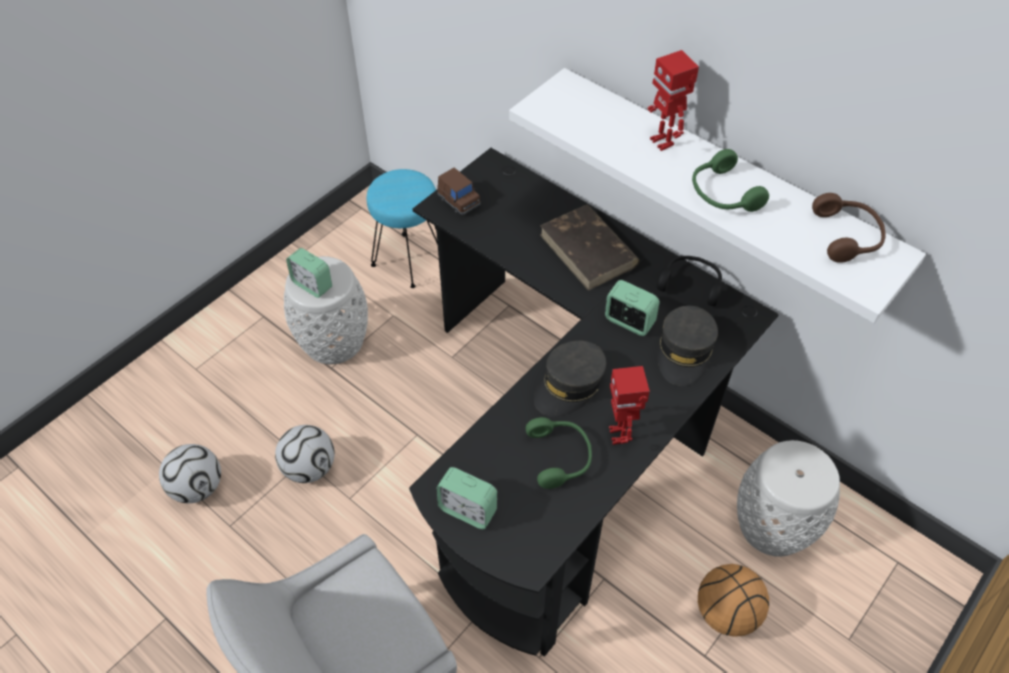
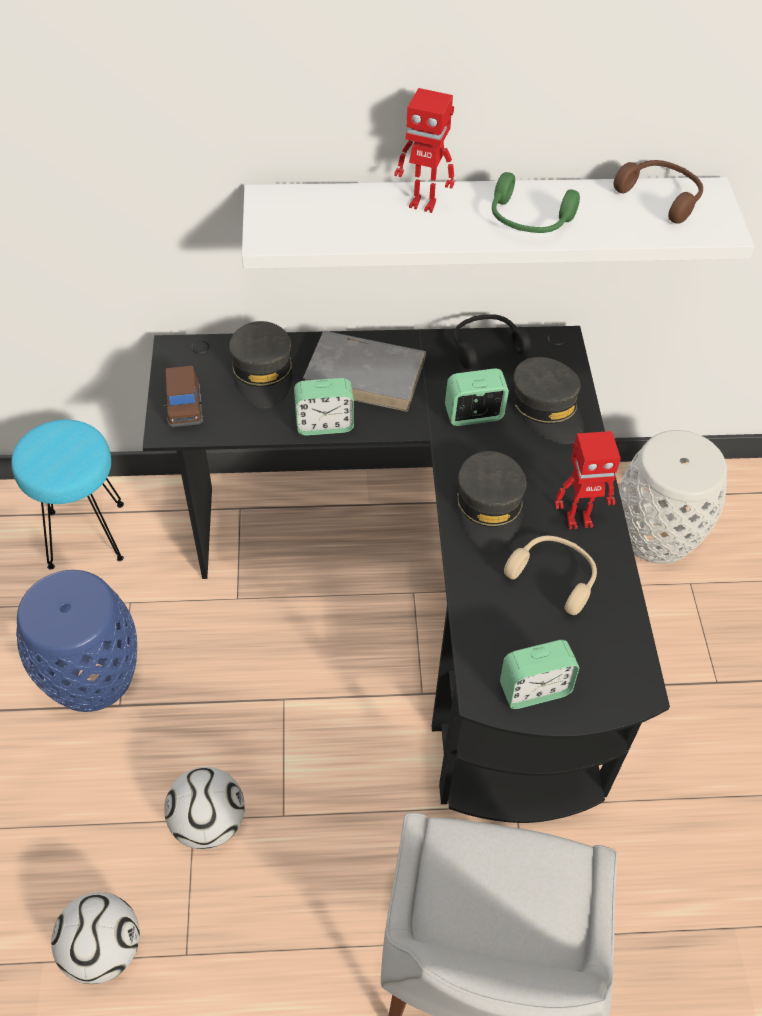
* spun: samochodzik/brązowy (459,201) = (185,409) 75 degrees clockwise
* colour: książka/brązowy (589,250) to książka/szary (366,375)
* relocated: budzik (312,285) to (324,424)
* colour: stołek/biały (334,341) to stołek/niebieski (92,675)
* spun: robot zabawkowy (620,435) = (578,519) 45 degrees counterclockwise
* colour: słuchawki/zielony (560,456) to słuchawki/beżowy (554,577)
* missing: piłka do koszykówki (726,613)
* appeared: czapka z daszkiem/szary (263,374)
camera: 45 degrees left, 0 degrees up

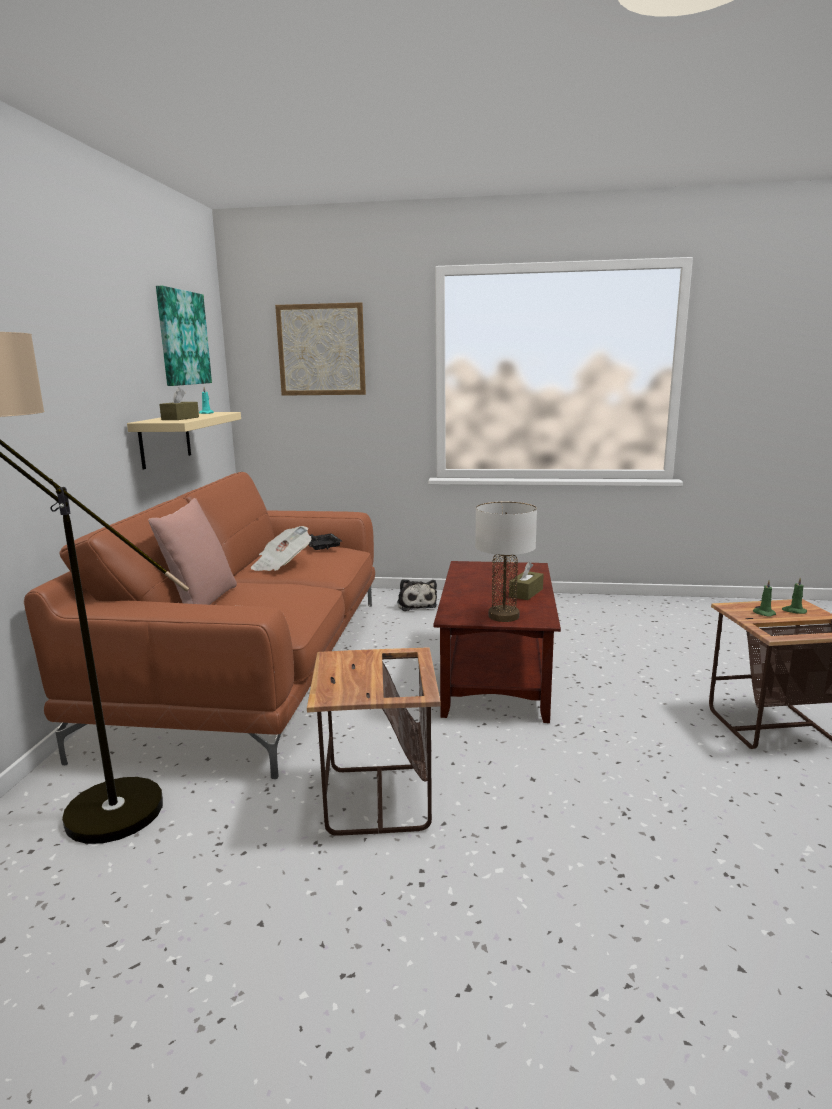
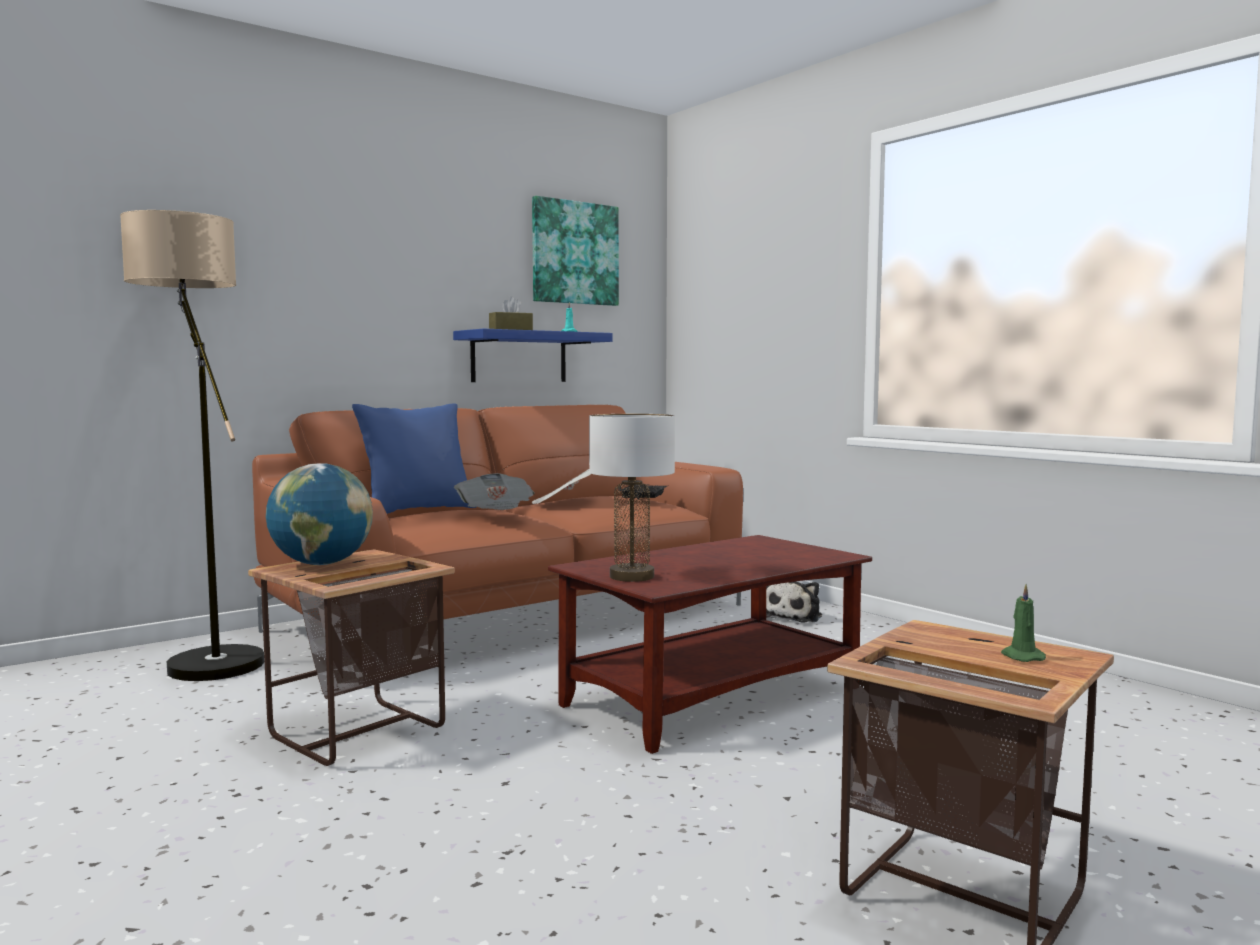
* missing: obraz (321,349)
* colour: półka/beżowy (165,439) to półka/niebieski (519,357)
* colour: poduszka/różowy (201,603) to poduszka/niebieski (417,511)
* missing: pudełko chusteczek/brązowy (526,593)
* missing: świeca/zielony (763,613)
* appeared: globus (322,564)
* appeared: gazeta (496,515)
camera: 45 degrees right, 10 degrees down

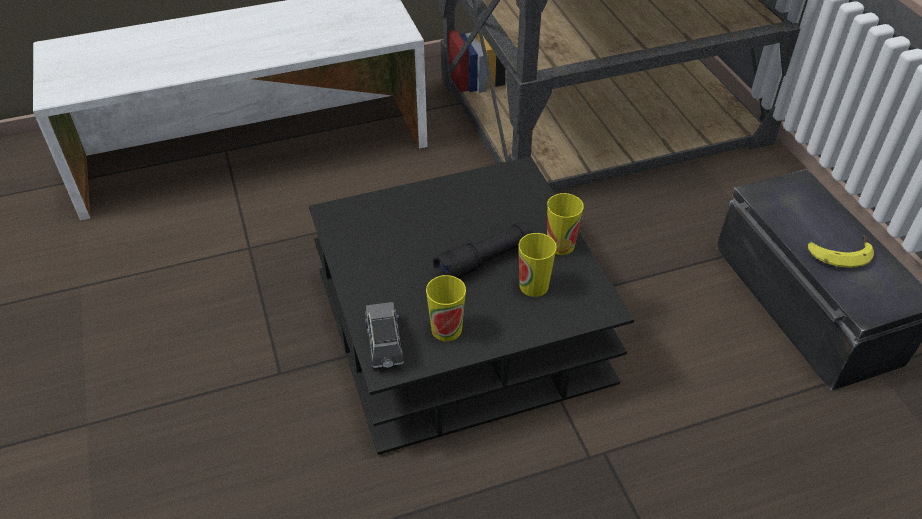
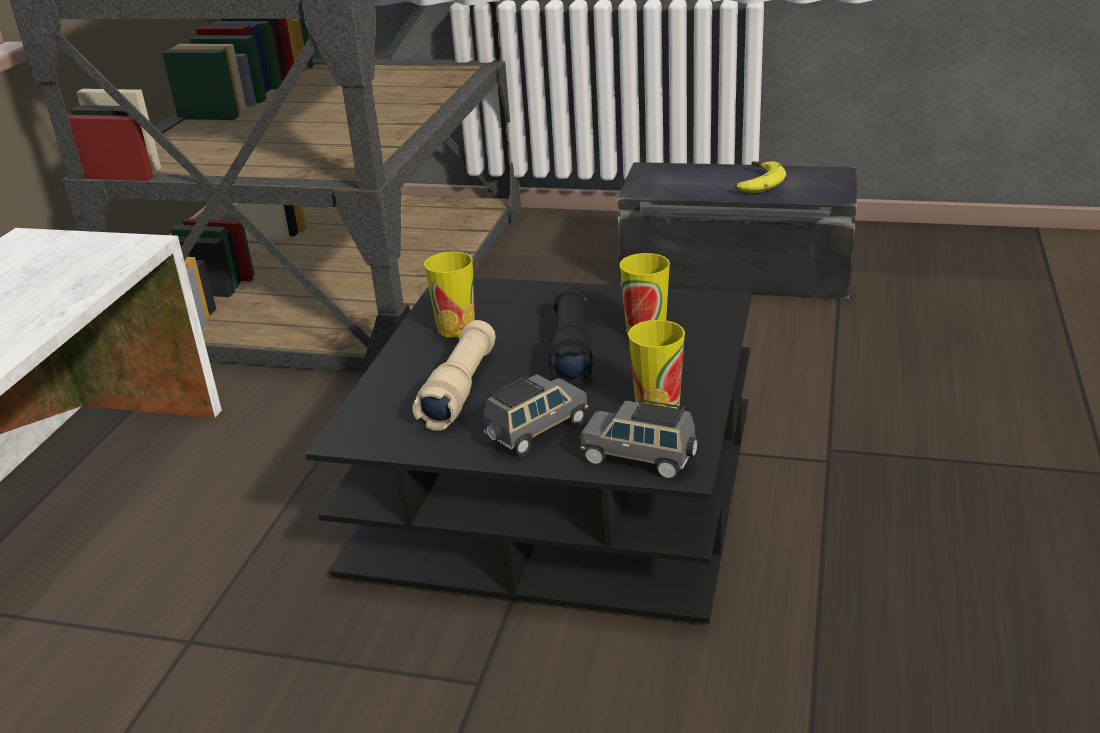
* relocated: filiżanka (560,245) to (456,328)
* appeared: latarka/beżowy (460,389)
* appeared: samochodzik/szary (536,432)
camera: 55 degrees left, 15 degrees down

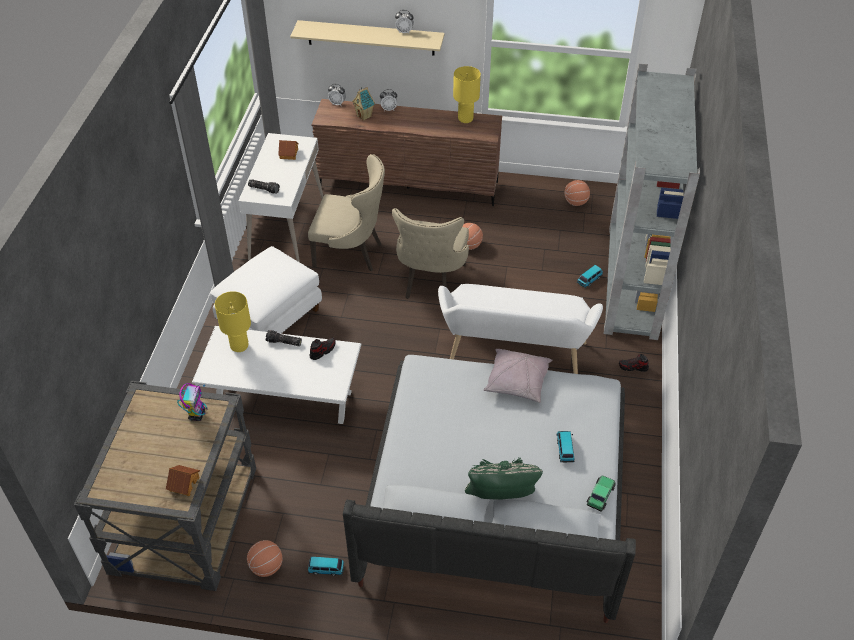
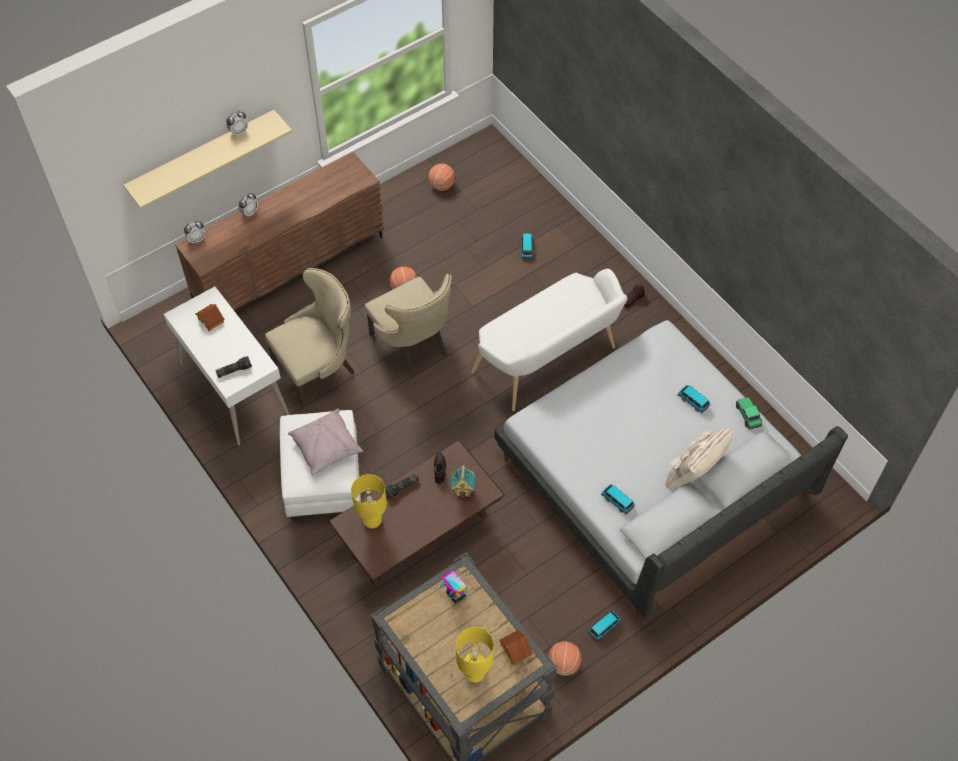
* missing: regał/szary (632,281)
* relocated: lampa stołowa/żółty (465,120) to (474,674)
* relocated: domek (364,116) to (463,490)
* colour: ława/biały (283,399) to ława/brązowy (419,535)
* relocated: poduszka/fioletowy (517,382) to (326,447)
* colour: poduszka/zielony (500,498) to poduszka/beżowy (693,472)
* appeared: samochodzik (617,501)
camera: 45 degrees left, 10 degrees up

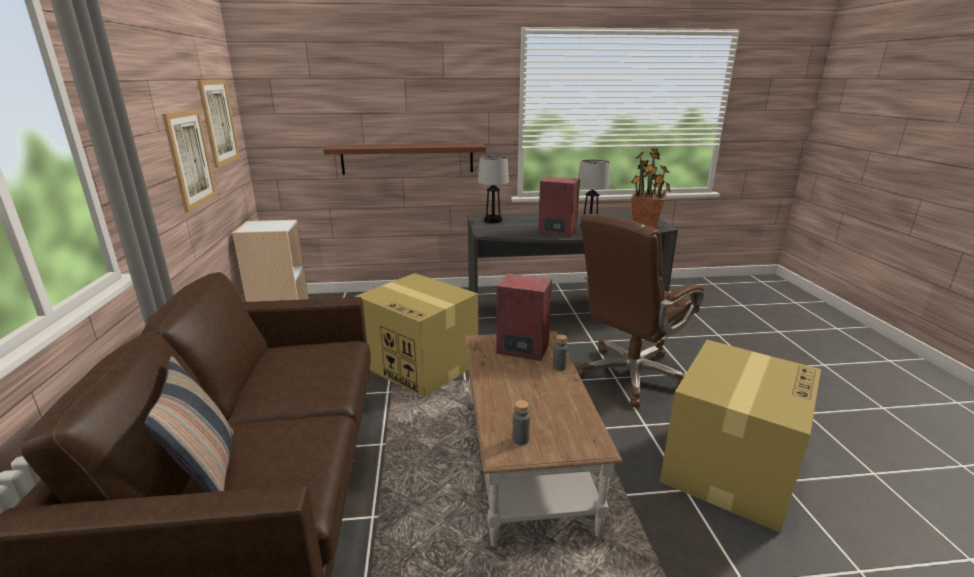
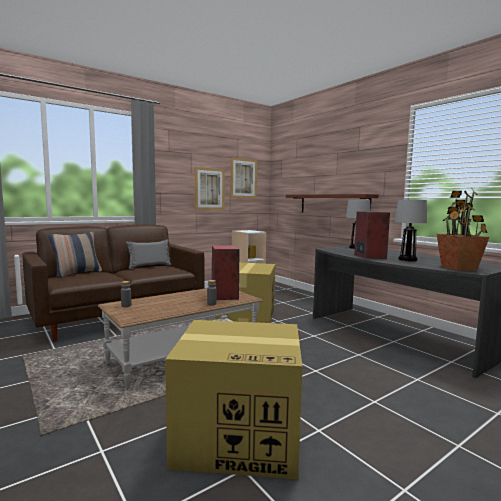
* missing: krzesło biurowe/brązowy (630,375)
* appeared: poduszka/szary (149,266)
camera: 60 degrees right, 15 degrees down

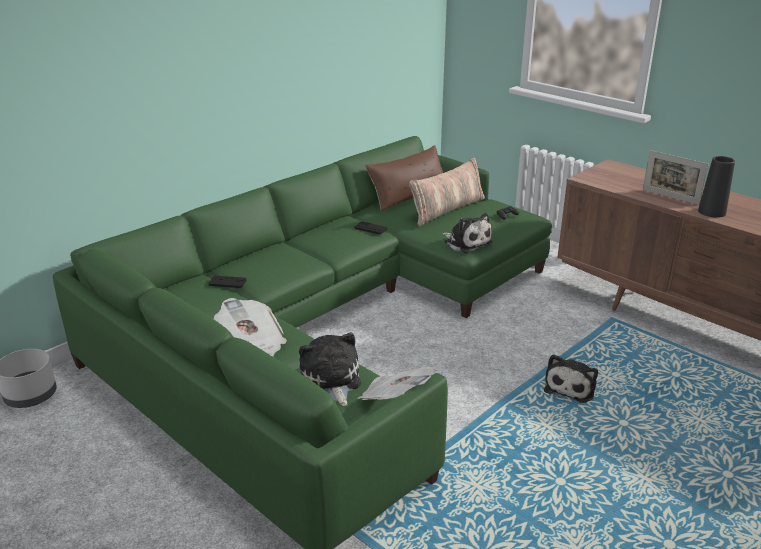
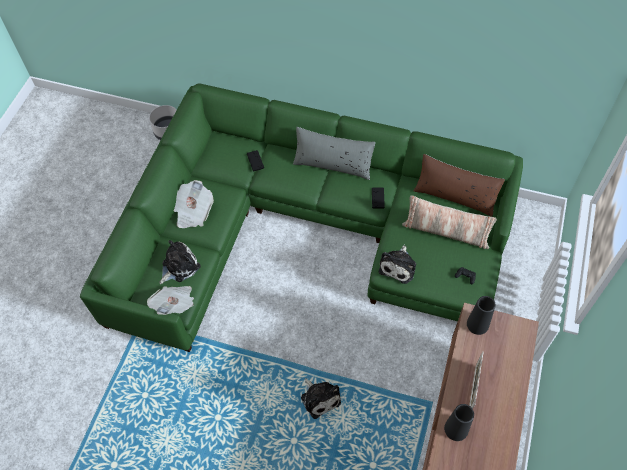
* spun: pluszak (571,387) = (319,397) 120 degrees counterclockwise
* appeared: poduszka/szary (333,164)
* appeared: wazon/czarny (477,324)
camera: 65 degrees right, 30 degrees up

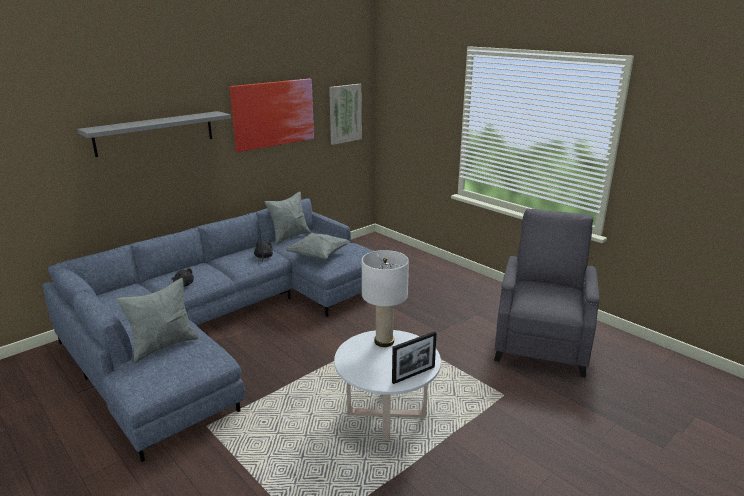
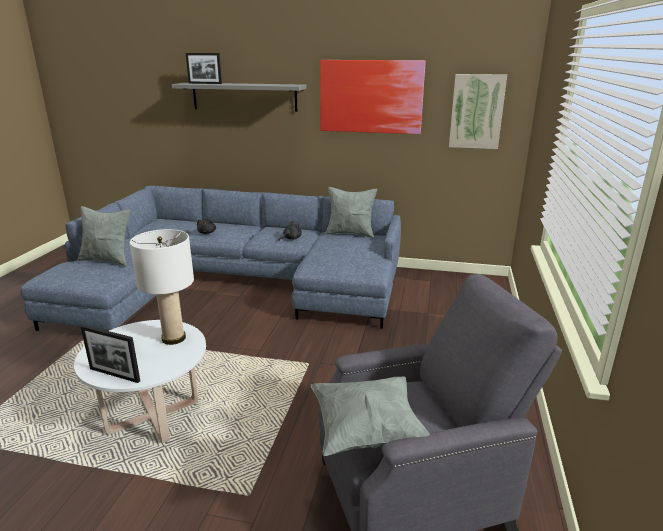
* relocated: poduszka/szary (318,255) to (367,432)
* appeared: ramka na zdjęcie (205,83)
camera: 55 degrees right, 0 degrees up

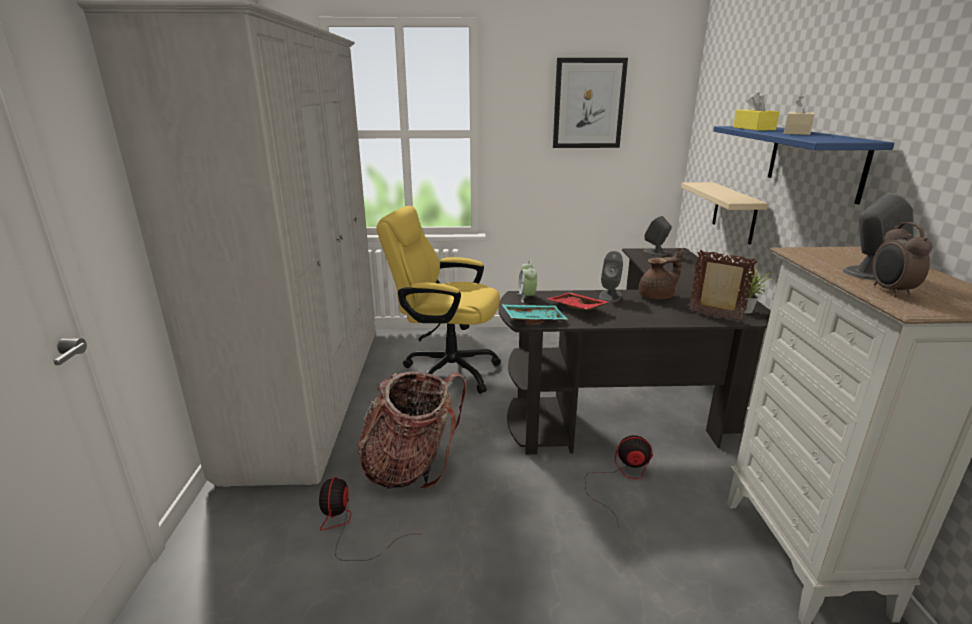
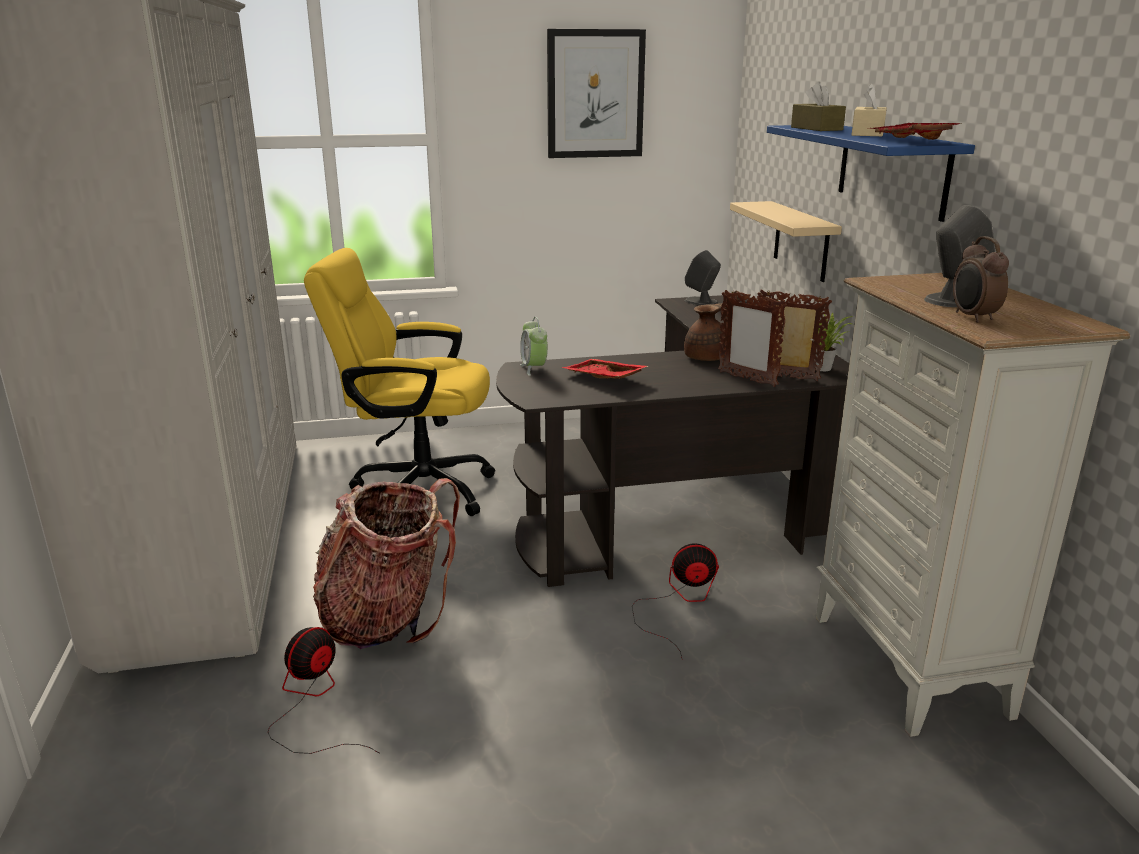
* colour: pudełko chusteczek/żółty (753,128) to pudełko chusteczek/brązowy (816,128)
* missing: głośnik/szary (610,296)
* missing: taca/turkusowy (533,319)
* spun: wentylator (348,528) = (313,702) 45 degrees clockwise
* appeared: taca/czerwony (908,141)
* appeared: ramka na zdjęcie (747,379)
camera: 10 degrees left, 0 degrees up

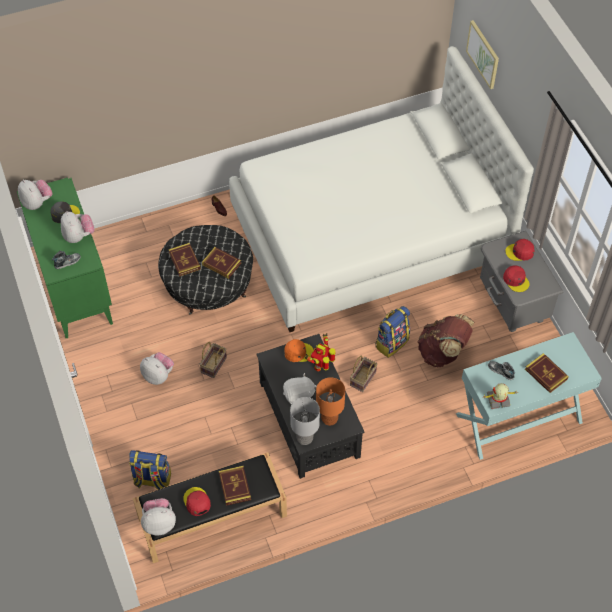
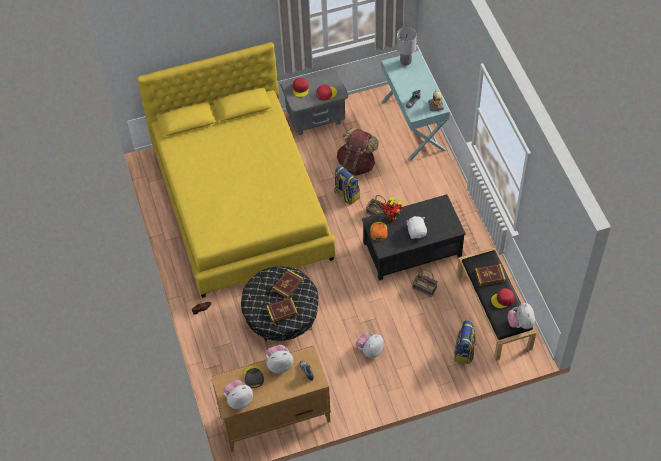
* missing: obraz (483,54)
* colour: łóżko/biały (370,234) to łóżko/żółty (241,202)
* colour: szafka/zielony (74,285) to szafka/brązowy (274,418)
* relocated: koszyk (214,365) to (425,288)
* missing: książka (546,374)
* missing: lampa stołowa/pomarańczowy (329,419)
* relocated: lampa stołowa/szary (305,438) to (405,62)
camera: 85 degrees left, 0 degrees up

